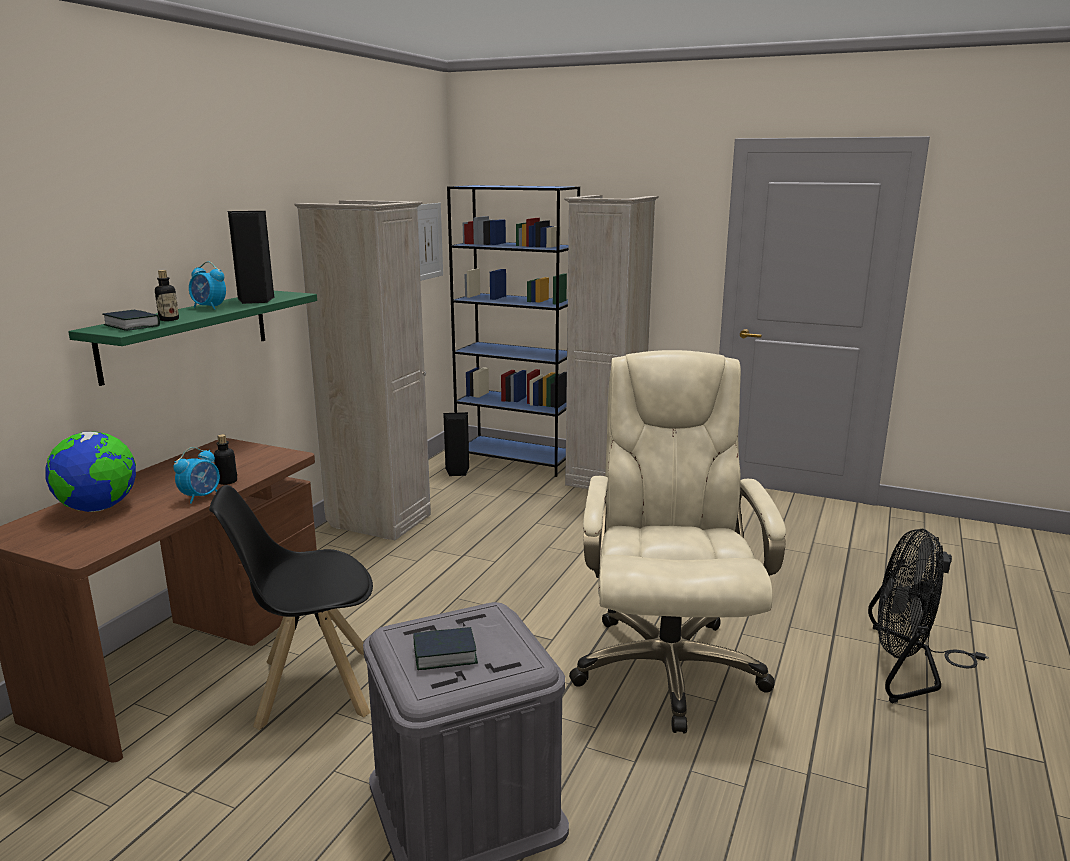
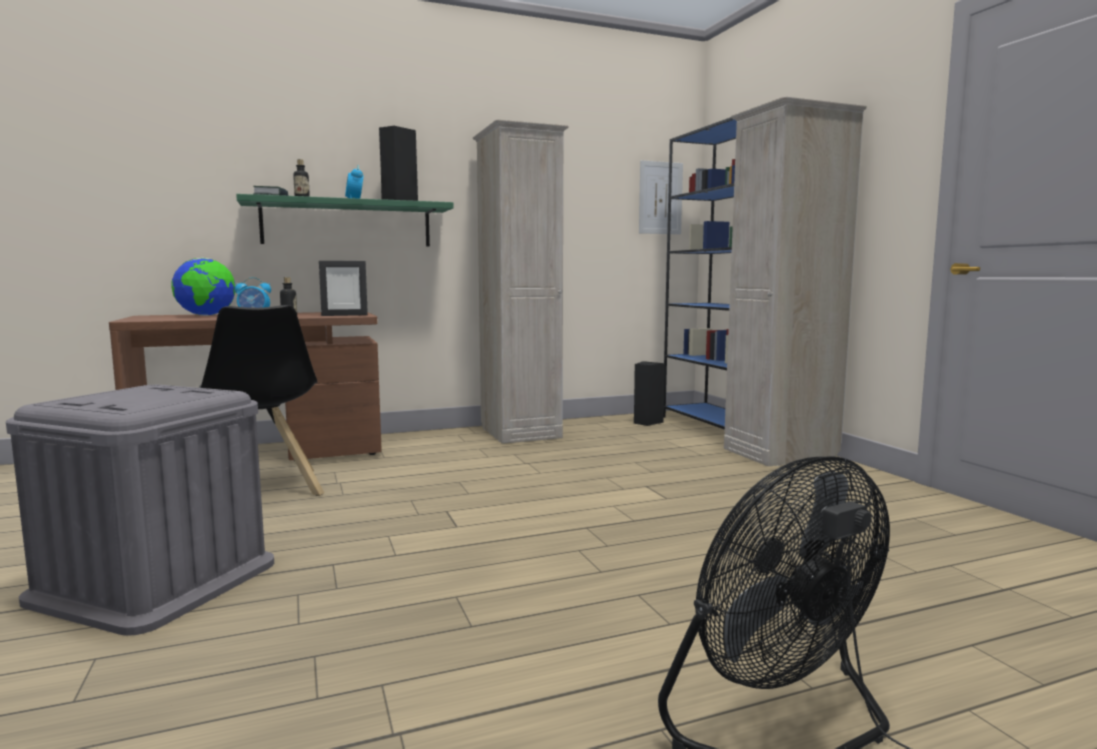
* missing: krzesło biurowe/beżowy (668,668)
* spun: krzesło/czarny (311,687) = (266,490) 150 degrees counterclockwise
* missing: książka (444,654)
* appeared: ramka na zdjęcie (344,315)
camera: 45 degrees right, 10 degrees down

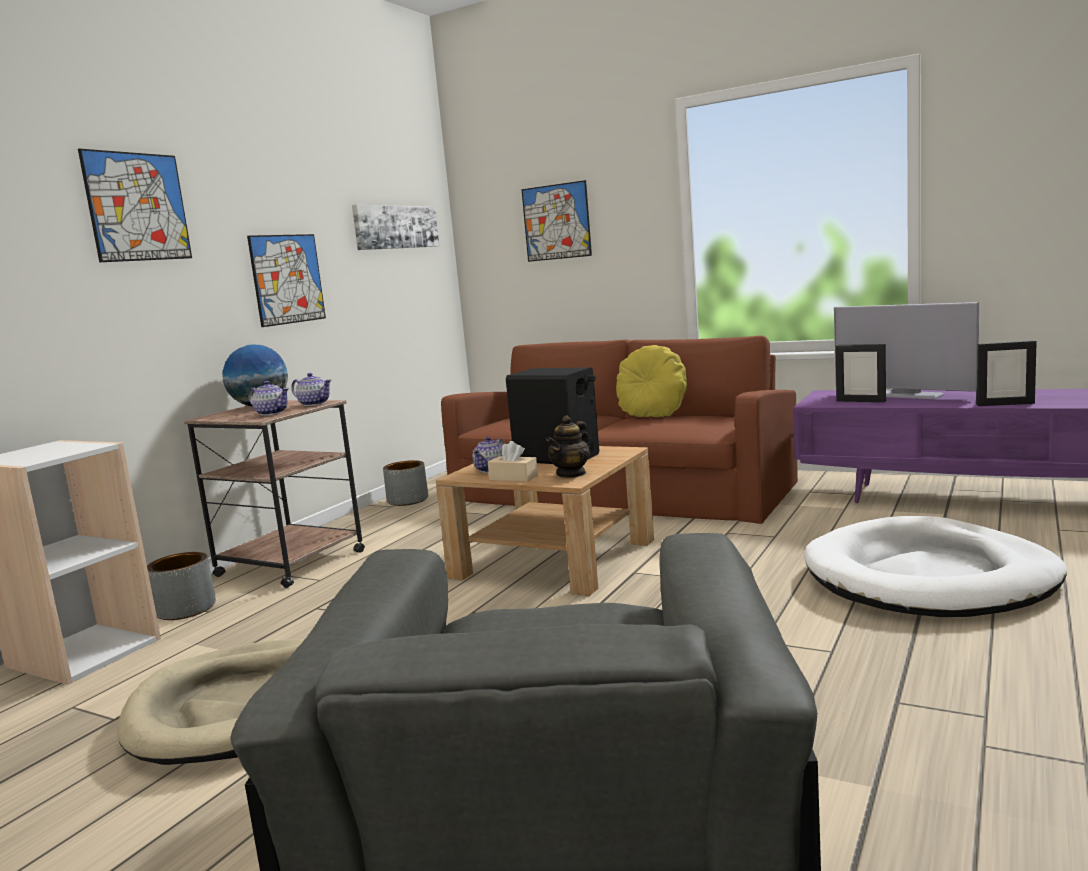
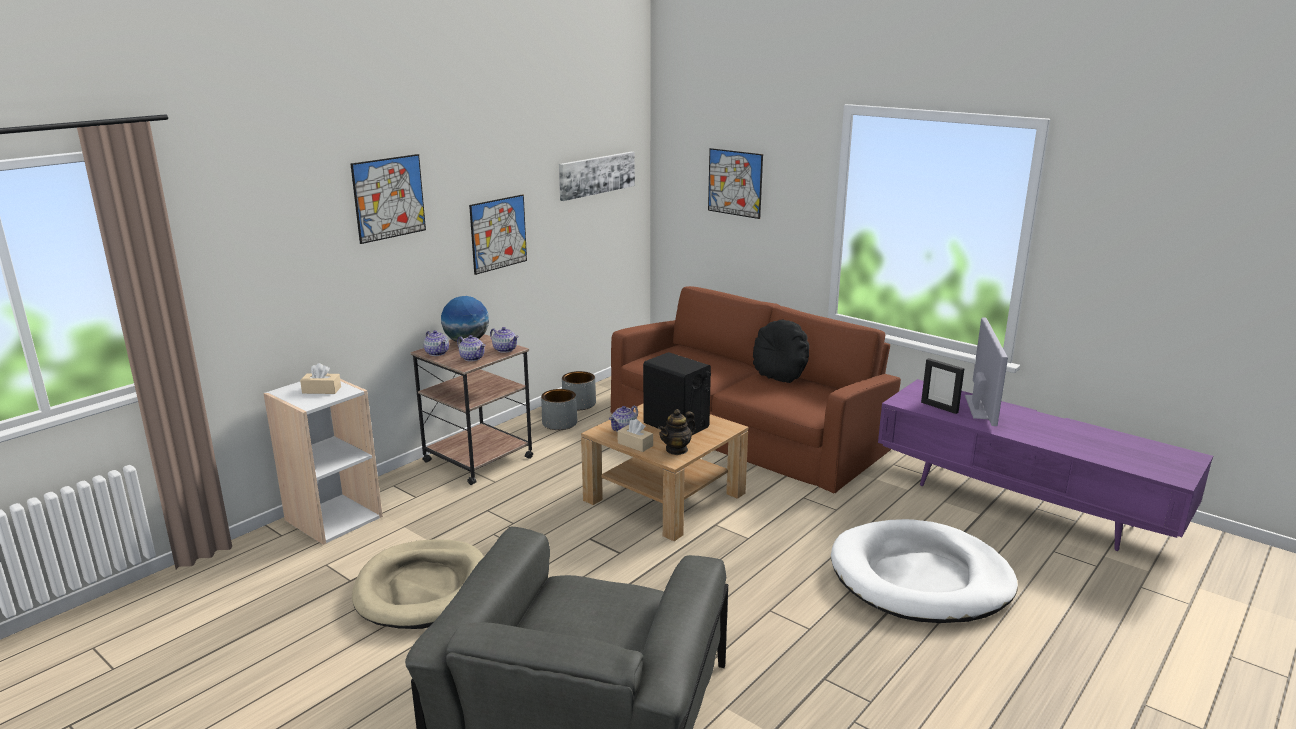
* spun: telewizor (904,395) = (979,407) 135 degrees counterclockwise
* missing: ramka na zdjęcie (1005,404)
* colour: poduszka/żółty (653,416) to poduszka/czarny (779,377)
* relocated: donica/szary (185,609) to (559,423)
* appeared: imbryk (437,353)
* appeared: pudełko chusteczek/beżowy (321,390)
camera: 10 degrees right, 10 degrees up

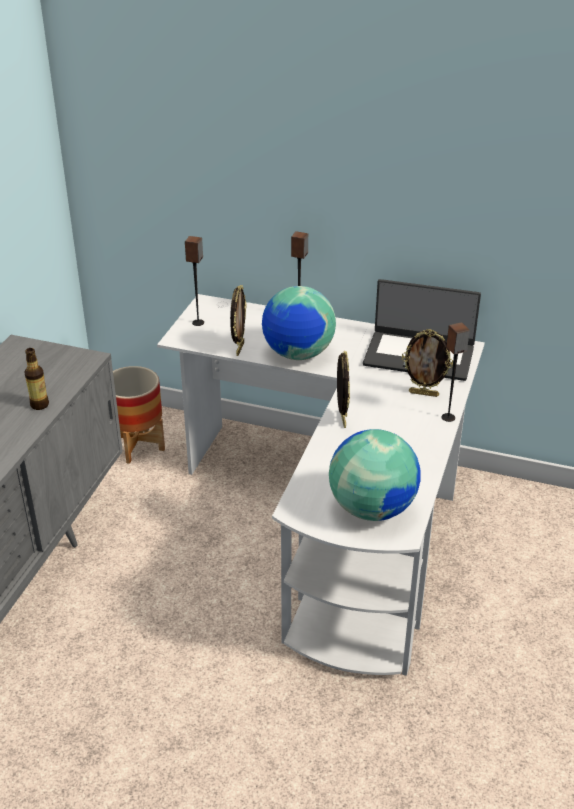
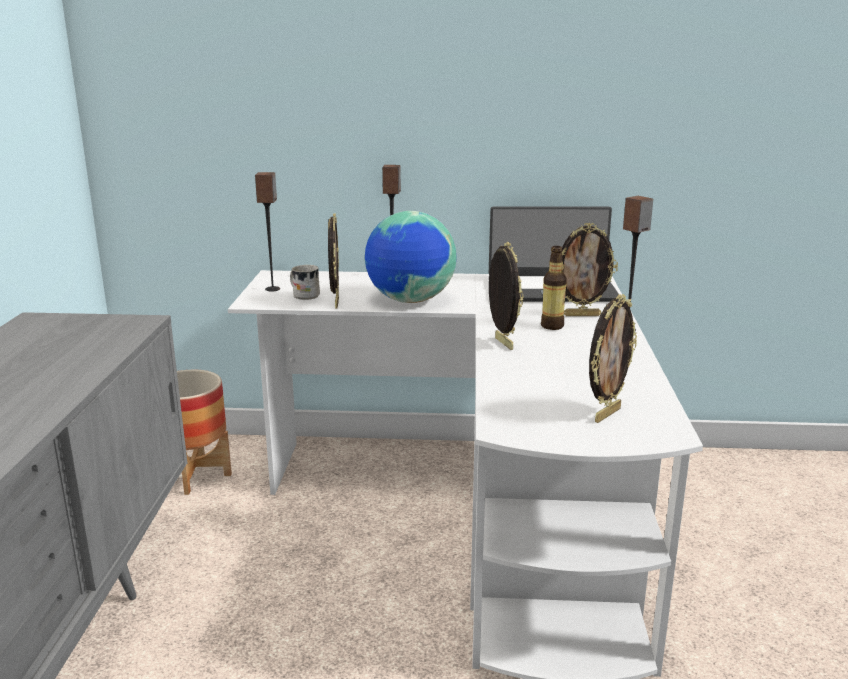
* relocated: butelka (39,405) to (552,326)
* exchanged: globus (372,508) to ramka na zdjęcie (606,414)
* appeared: kubek/biały (303,295)
camera: 15 degrees left, 15 degrees down

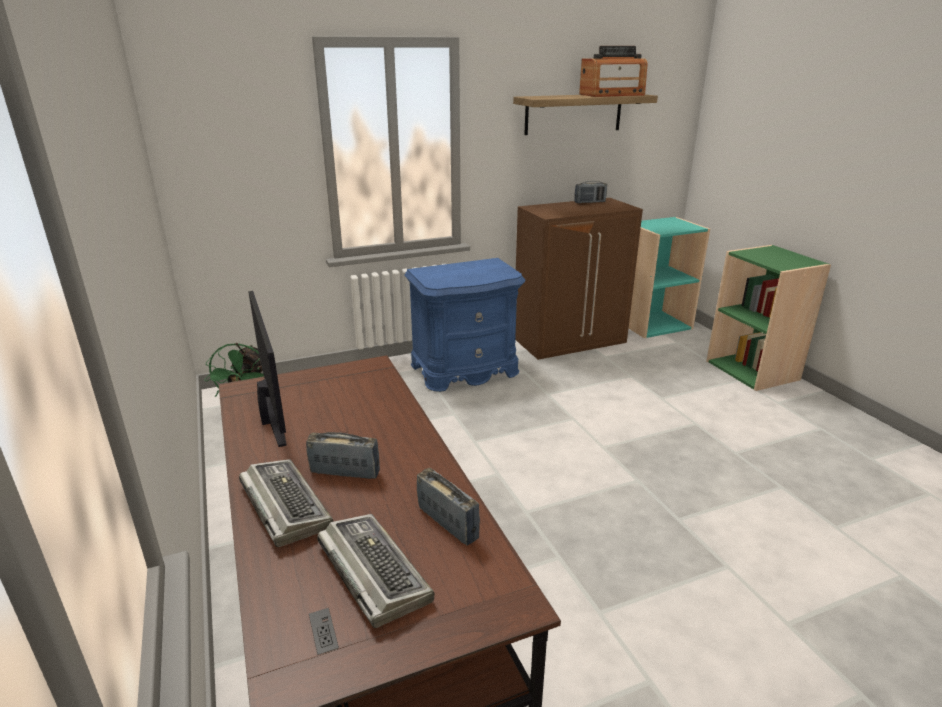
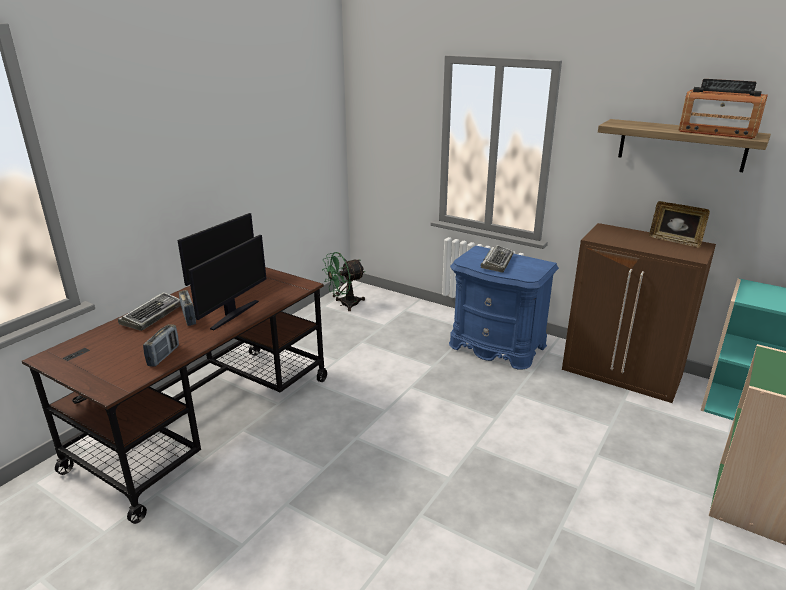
* exchanged: radio (589,202) to ramka na zdjęcie (675,241)
* relocated: klawiatura (372,572) to (497,262)
* appeared: monitor (233,314)
camera: 55 degrees right, 0 degrees up

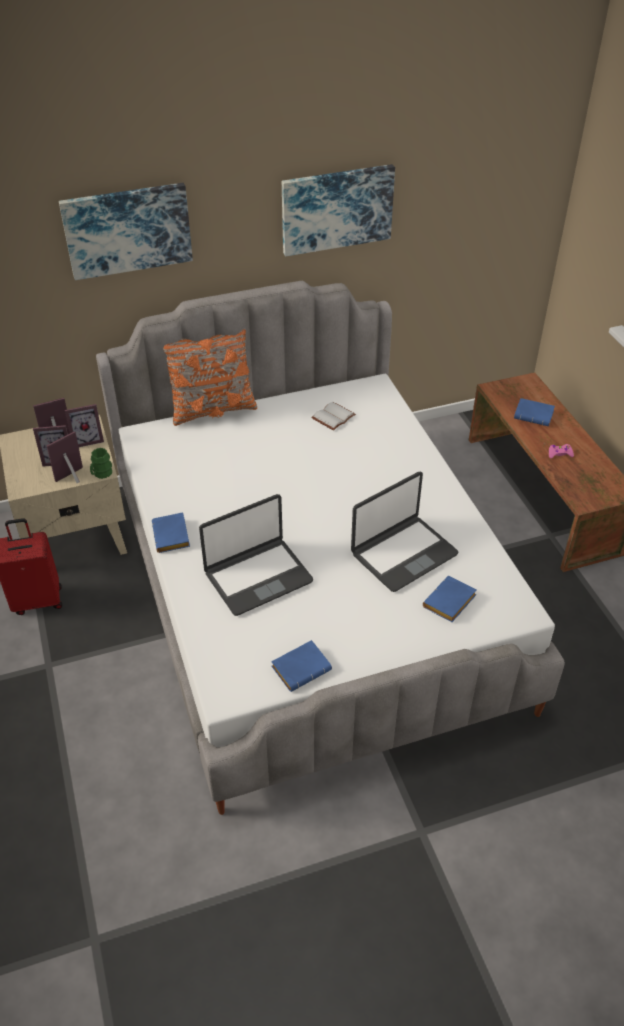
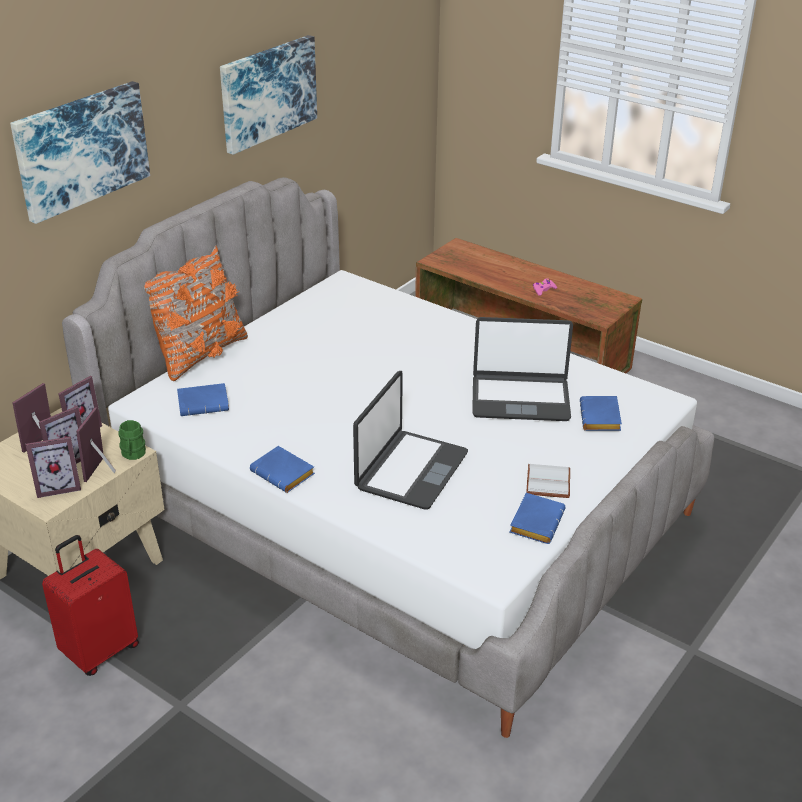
* relocated: książka/niebieski (534,415) to (204,403)
* relocated: książka/biały (333,418) to (549,483)
* spun: laptop (403,553) = (520,399) 75 degrees clockwise
* appeared: ramka na zdjęcie (58,486)
camera: 35 degrees left, 10 degrees down

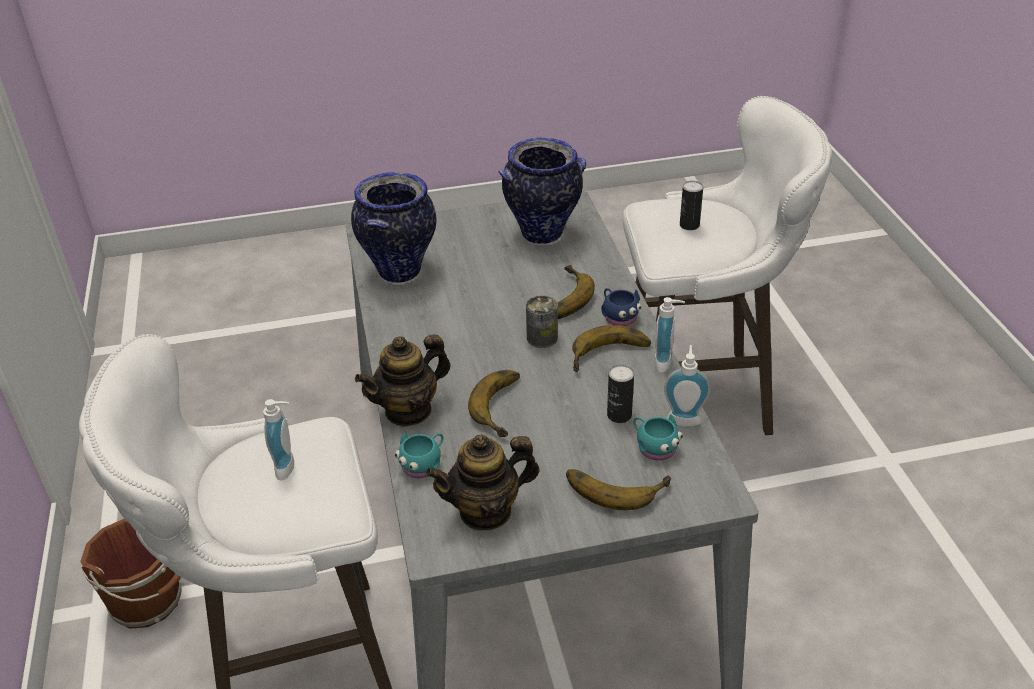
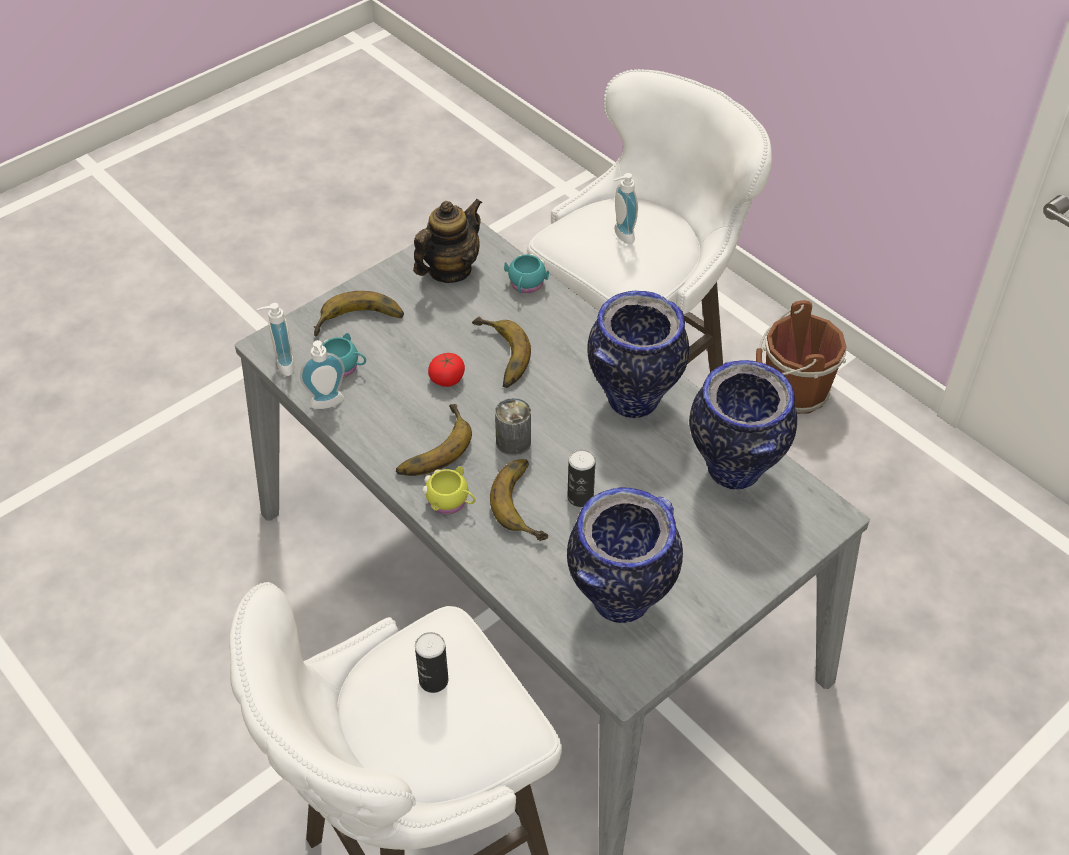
* colour: kubek/niebieski (618,316) to kubek/żółty (450,502)
* relocated: dozownik mydła (666,363) to (281,365)
* missing: imbryk (408,410)
* relocated: puszka (619,415) to (580,497)
* appeared: wazon (634,399)
* appeared: pomidor (447,378)
camera: 150 degrees right, 10 degrees up

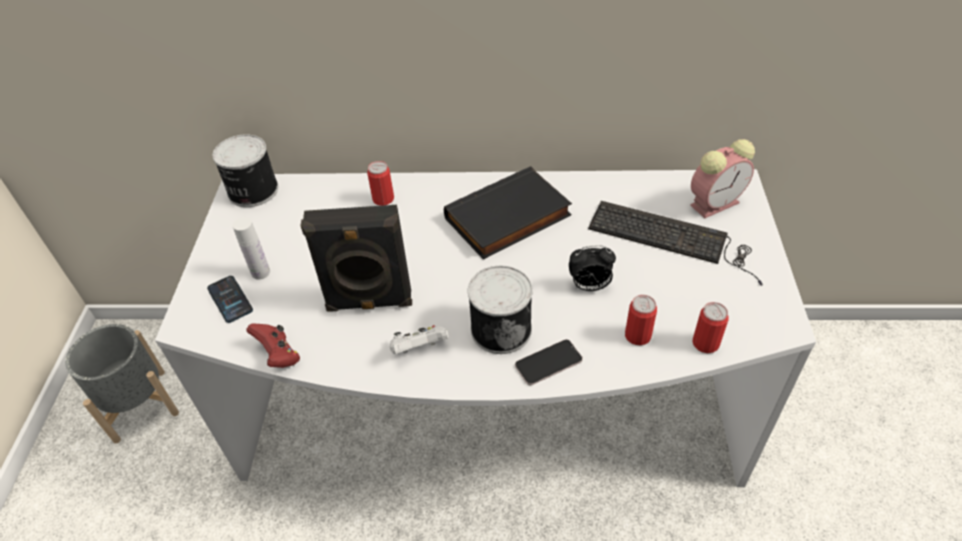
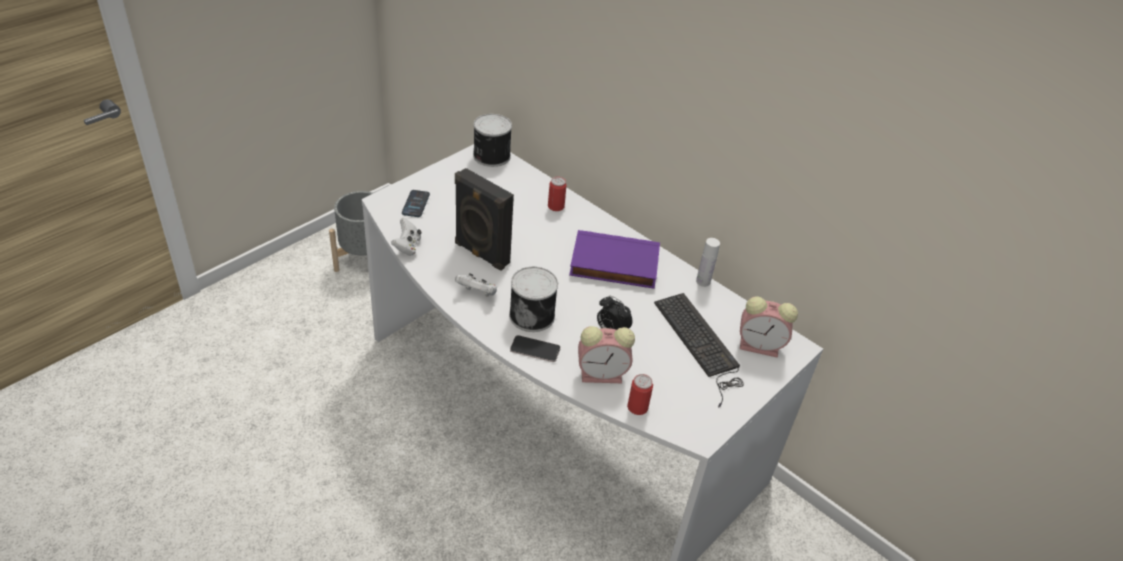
* colour: książka/czarny (508,219) to książka/fioletowy (613,265)
* relocated: butelka/biały (260,272) to (703,281)
* exchanged: puszka (637,335) to budzik (603,374)
* colour: pad do gier/czerwony (278,355) to pad do gier/biały (407,246)
camera: 35 degrees right, 5 degrees down

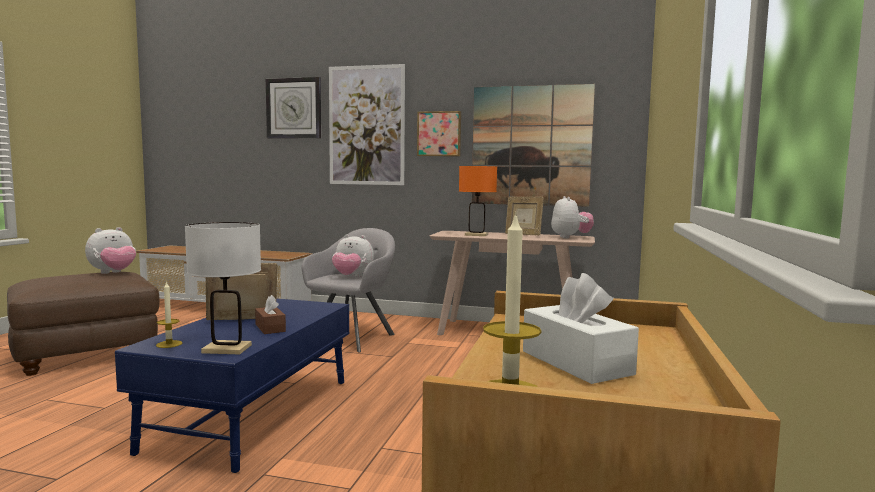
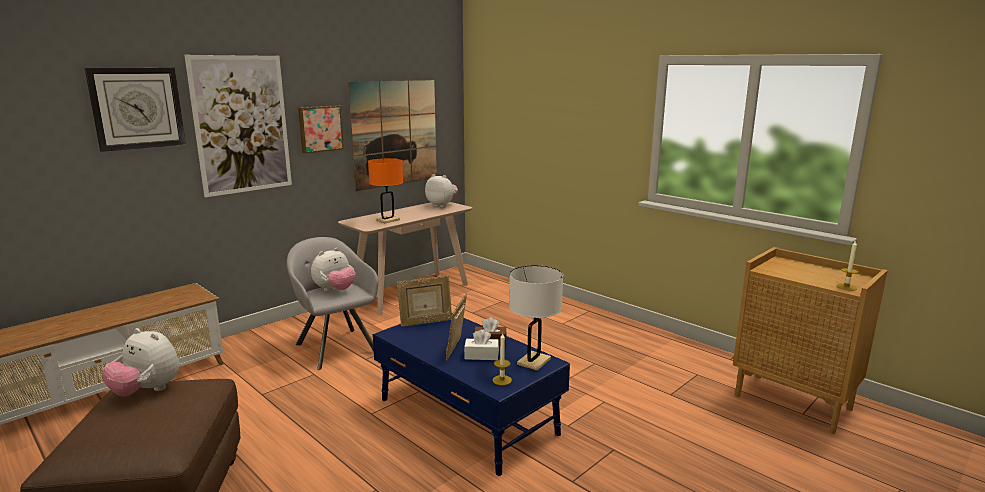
* relocated: ramka na zdjęcie (523,235) to (425,322)
* spun: pluszak (113,273) = (147,391) 135 degrees clockwise
* relocated: pudełko chusteczek/biały (576,362) to (481,355)
camera: 60 degrees left, 10 degrees up

